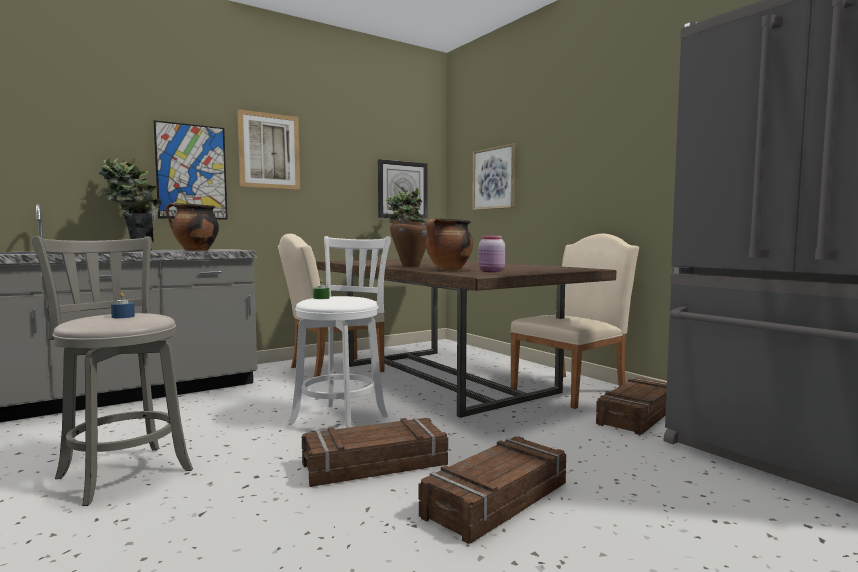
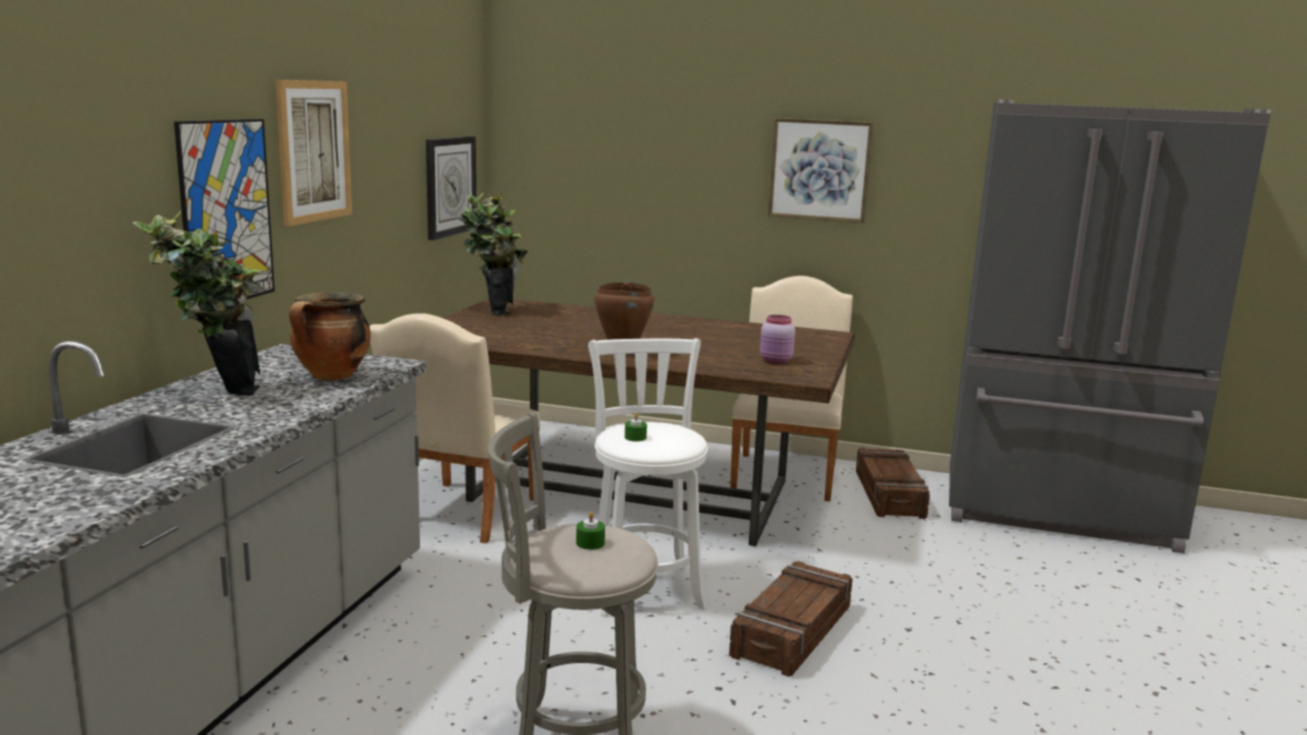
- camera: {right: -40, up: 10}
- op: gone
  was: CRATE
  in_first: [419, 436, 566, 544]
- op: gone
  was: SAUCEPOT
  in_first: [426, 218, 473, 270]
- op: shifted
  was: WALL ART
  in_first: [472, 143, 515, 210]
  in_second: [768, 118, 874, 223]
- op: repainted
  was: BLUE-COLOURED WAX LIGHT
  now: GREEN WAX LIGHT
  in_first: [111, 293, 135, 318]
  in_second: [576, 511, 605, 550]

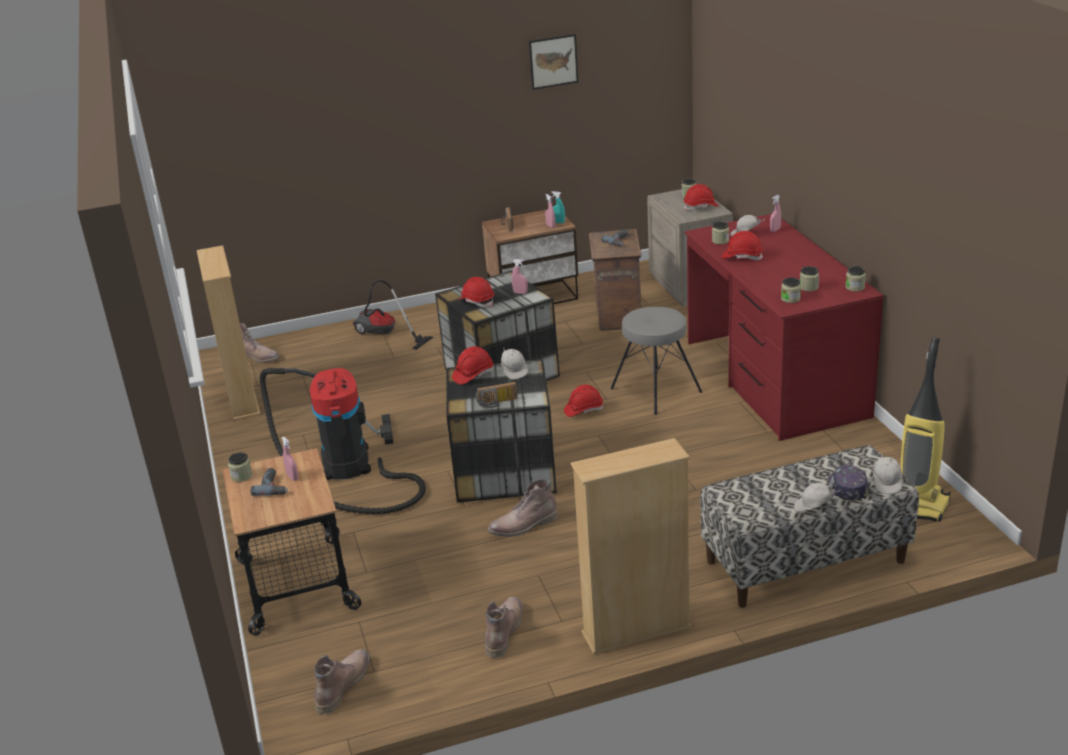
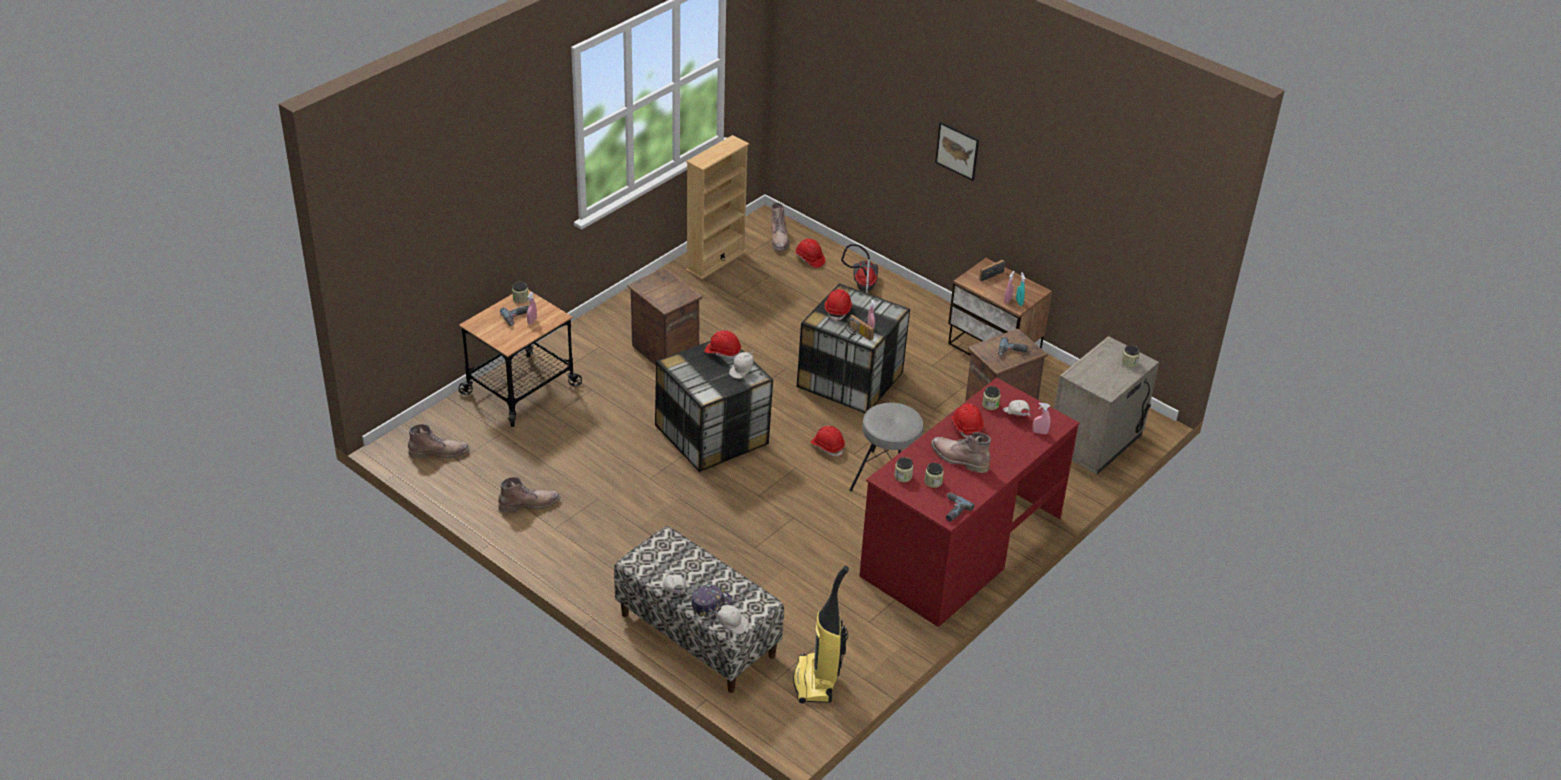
- camera: {right: 55, up: 10}
- op: gone
  was: BEIGE-COLOURED BOOKSHELF
  in_first: [570, 438, 691, 655]
- op: shifted
  was: RADIO
  in_first: [476, 382, 518, 408]
  in_second: [846, 314, 874, 341]
- op: shifted
  was: BROWN-COLOURED BOOT
  in_first: [488, 479, 558, 537]
  in_second: [931, 432, 991, 473]
- op: shifted
  was: WALL ART
  in_first: [529, 34, 578, 90]
  in_second: [935, 122, 979, 181]
- op: shifted
  was: REDDISH WORK HELMET
  in_first: [683, 184, 719, 211]
  in_second: [796, 239, 826, 268]
- op: swapped
  was: VACUUM CLEANER
  now: CRATE
  in_first: [260, 368, 426, 514]
  in_second: [627, 267, 703, 365]
- op: swapped
  was: PRESERVE JAR
  now: ELECTRIC DRILL
  in_first: [845, 266, 866, 292]
  in_second: [946, 493, 974, 522]
- op: rotated
  was: WHITISH CAP
  in_first: [873, 453, 903, 494]
  in_second: [711, 605, 748, 634]
  clockwise: -135

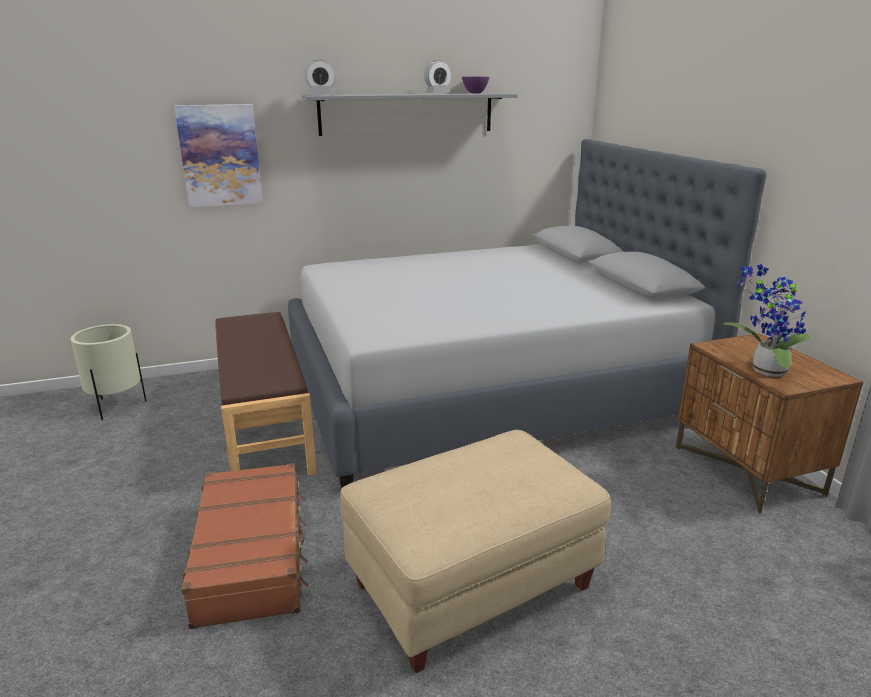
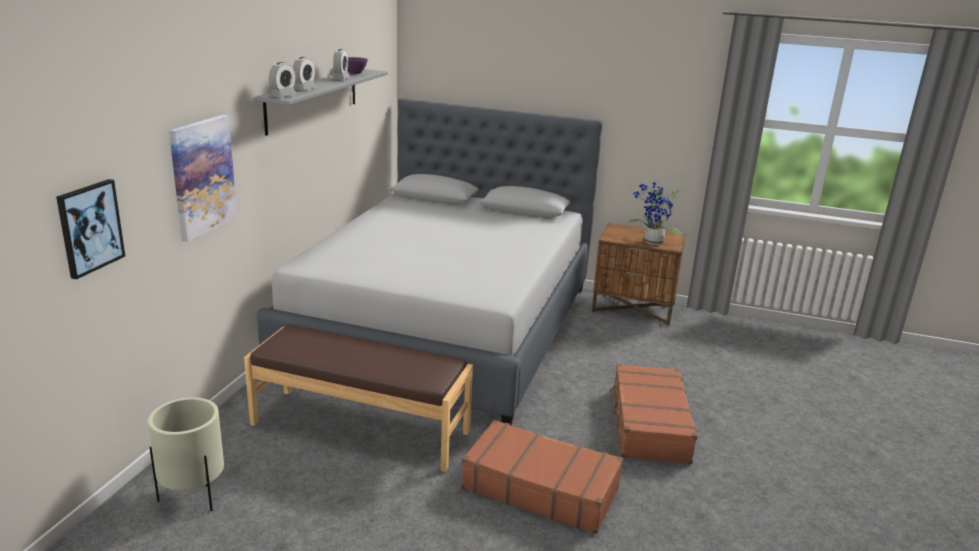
- camera: {right: -55, up: 0}
- op: new
  now: WALL ART
  in_second: [56, 179, 125, 279]
- op: new
  now: ALARM CLOCK
  in_second: [293, 57, 316, 90]
- op: swapped
  was: BEIGE-COLOURED FOOTREST
  now: BROWN-COLOURED PIECE OF LUGGAGE
  in_first: [340, 430, 611, 673]
  in_second: [609, 363, 698, 464]

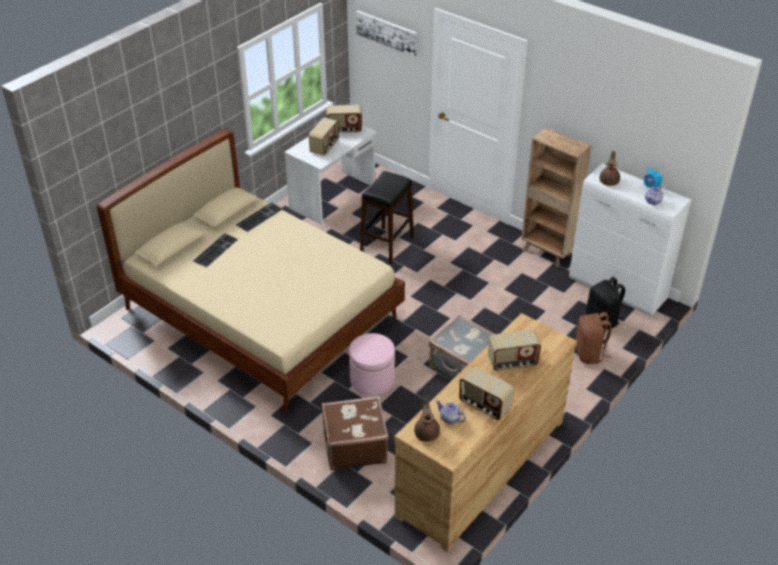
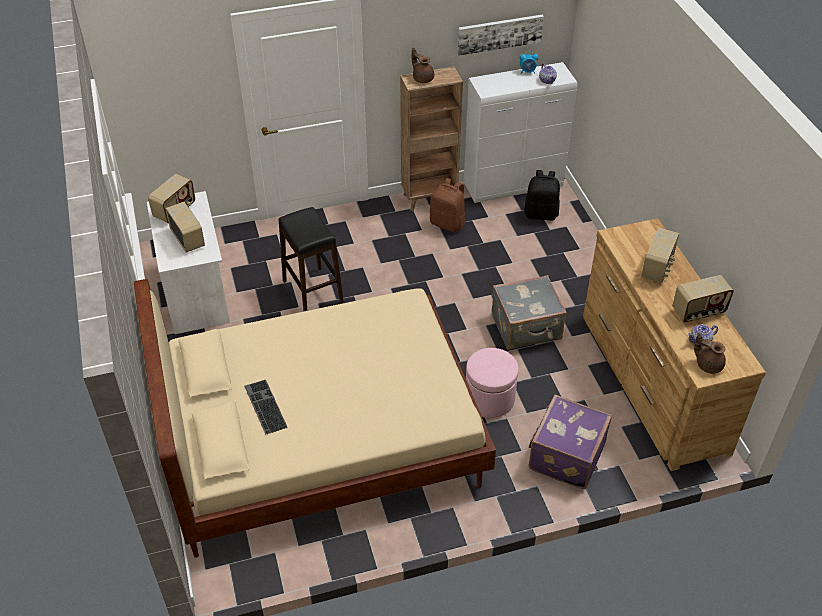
- camera: {right: -55, up: 5}
- op: gone
  was: KEYBOARD
  in_first: [236, 202, 283, 232]
- op: shifted
  was: WALL ART
  in_first: [356, 11, 417, 57]
  in_second: [458, 15, 544, 56]
- op: shifted
  was: BROWN-COLOURED BACKPACK
  in_first: [576, 312, 612, 364]
  in_second: [429, 178, 465, 232]
- op: shifted
  was: BROWN-COLOURED TEA POT
  in_first: [599, 151, 620, 186]
  in_second: [412, 47, 434, 83]
- op: repainted
  was: BROWN-COLOURED PIECE OF LUGGAGE
  now: PURPLISH PIECE OF LUGGAGE
  in_first: [321, 396, 388, 470]
  in_second: [529, 395, 612, 489]

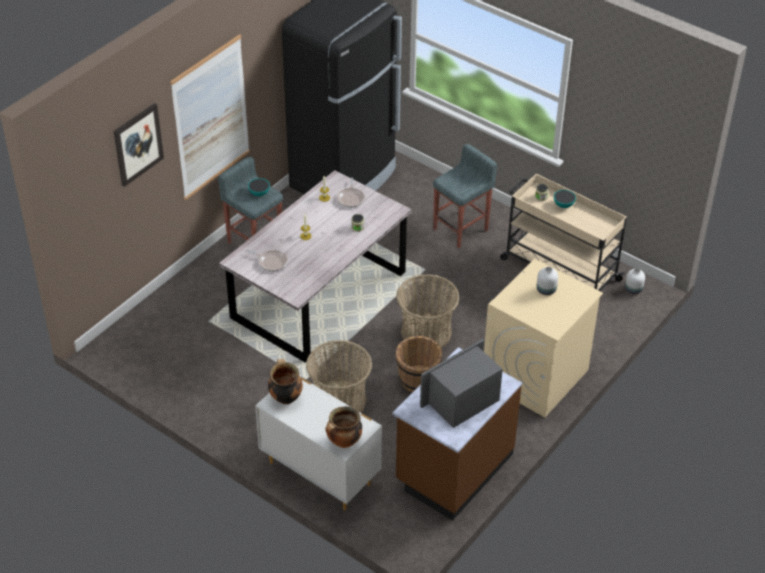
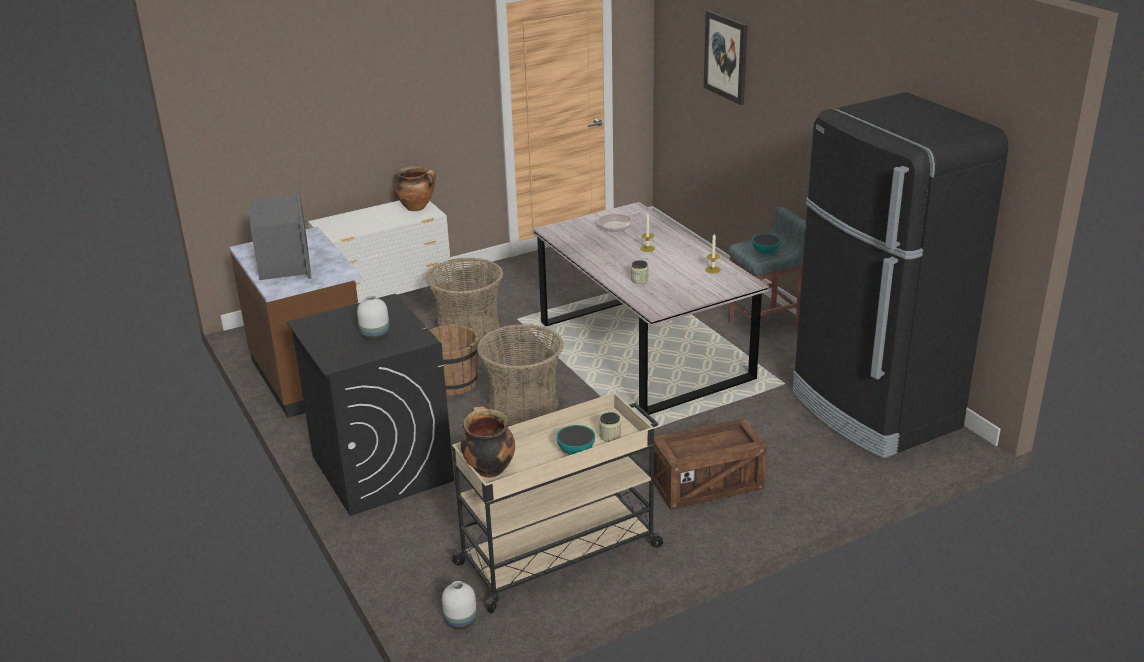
- camera: {right: 115, up: -15}
- op: gone
  was: WALL ART
  in_first: [170, 34, 250, 200]
- op: gone
  was: PAN
  in_first: [337, 178, 365, 208]
- op: shifted
  was: SAUCEPOT
  in_first: [325, 406, 362, 448]
  in_second: [461, 406, 515, 478]
- op: swapped
  was: GREY STOOL SEAT
  now: CRATE
  in_first: [433, 144, 497, 248]
  in_second: [654, 418, 767, 510]
- op: repainted
  was: BEIGE-COLOURED WASHING MACHINE
  now: BLACK-COLOURED WASHING MACHINE
  in_first: [484, 259, 603, 417]
  in_second: [287, 294, 454, 516]

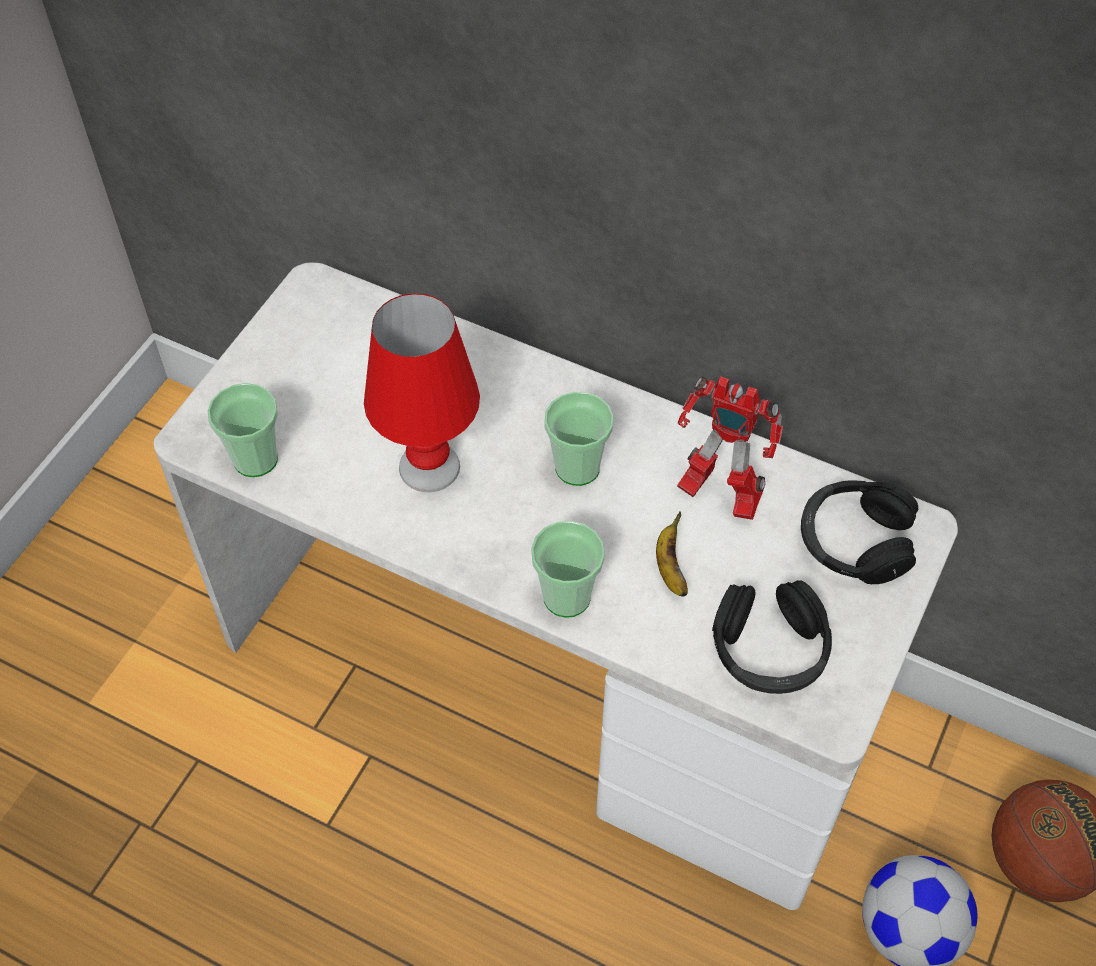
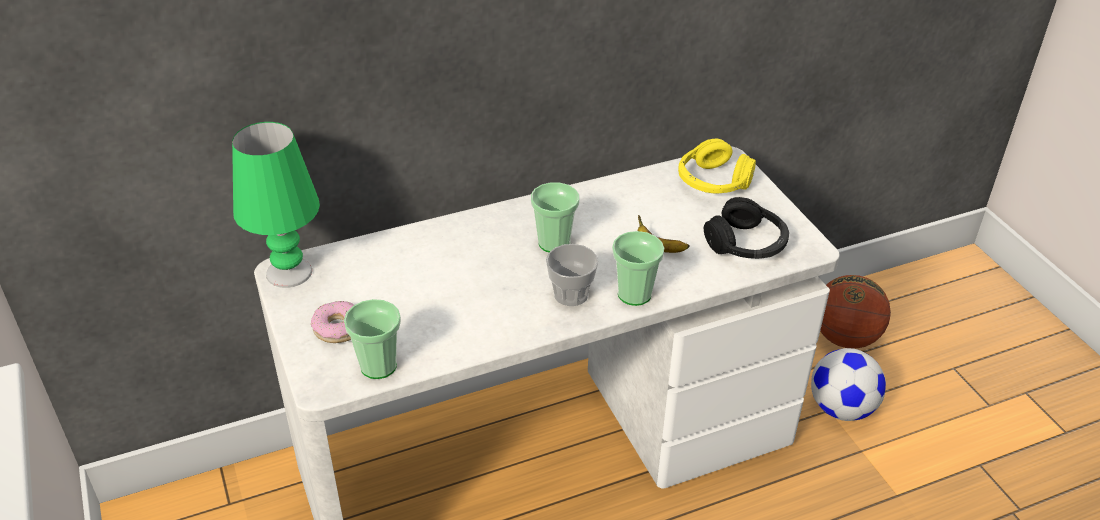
- camera: {right: -50, up: -15}
- op: gone
  was: REDDISH LAMP FOR A TABLE
  in_first: [364, 293, 480, 492]
- op: gone
  was: MODEL ROBOT
  in_first: [677, 376, 783, 520]
- op: new
  now: GREEN LAMP FOR A TABLE
  in_second: [232, 122, 320, 288]
- op: new
  now: DOUGHNUT
  in_second: [311, 301, 354, 343]
- op: new
  now: CUP
  in_second: [546, 244, 598, 306]
- op: repainted
  was: BLACK-COLOURED HEADPHONES
  now: YELLOW HEADPHONES
  in_first: [801, 480, 918, 584]
  in_second: [678, 139, 756, 193]

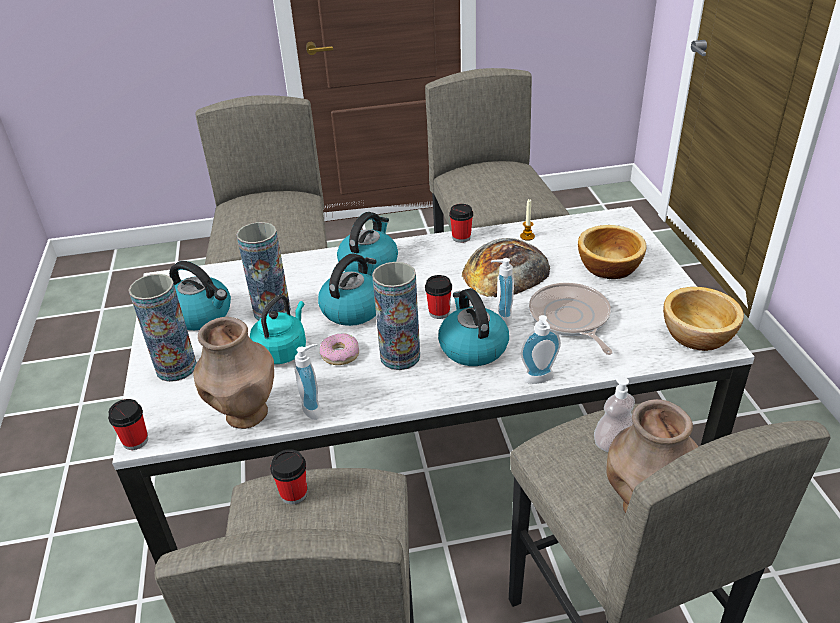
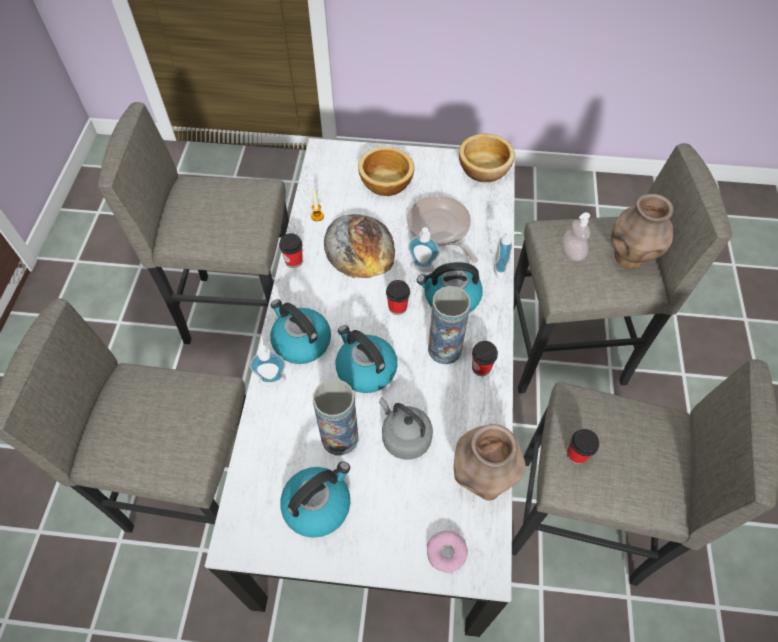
- camera: {right: -75, up: 20}
- op: gone
  was: FLOWER VASE
  in_first: [128, 274, 197, 382]
- op: shifted
  was: CUP
  in_first: [108, 399, 148, 450]
  in_second: [472, 341, 498, 376]
- op: shifted
  was: SOAP DISPENSER
  in_first: [294, 344, 321, 420]
  in_second: [249, 336, 286, 386]
- op: shifted
  was: DOUGHNUT
  in_first: [320, 333, 359, 365]
  in_second: [427, 531, 468, 573]
- op: repainted
  was: TURQUOISE-COLOURED TEA KETTLE
  now: GREY TEA KETTLE
  in_first: [250, 295, 306, 364]
  in_second: [379, 397, 433, 460]
- op: rotated
  was: PAN
  in_first: [529, 283, 613, 355]
  in_second: [407, 195, 478, 263]
  clockwise: 60

